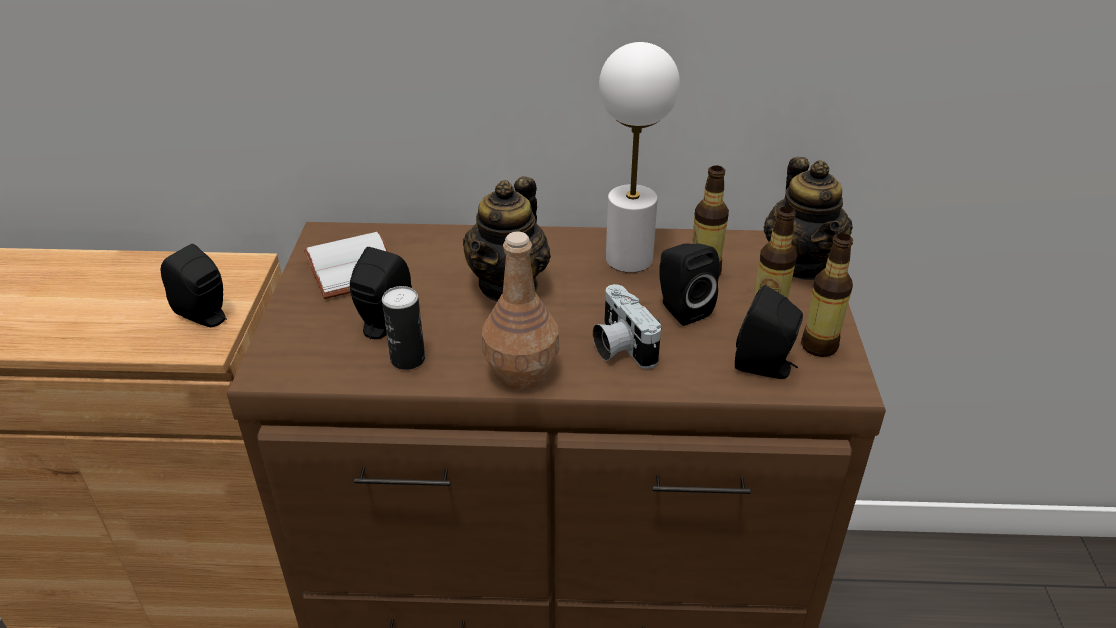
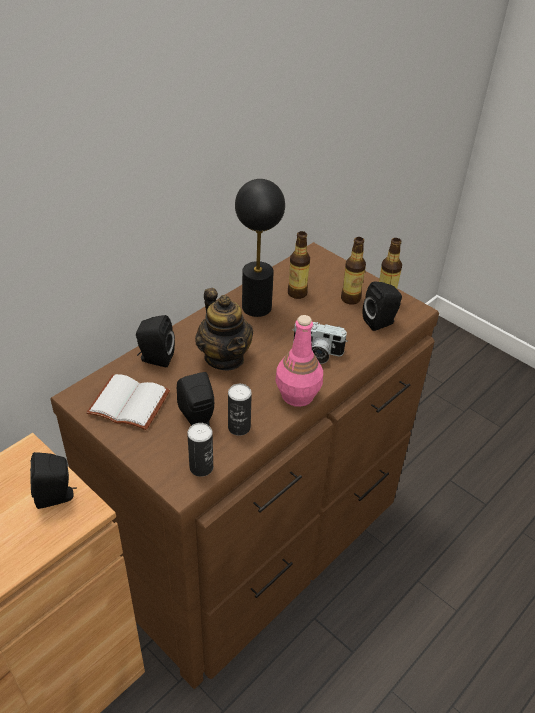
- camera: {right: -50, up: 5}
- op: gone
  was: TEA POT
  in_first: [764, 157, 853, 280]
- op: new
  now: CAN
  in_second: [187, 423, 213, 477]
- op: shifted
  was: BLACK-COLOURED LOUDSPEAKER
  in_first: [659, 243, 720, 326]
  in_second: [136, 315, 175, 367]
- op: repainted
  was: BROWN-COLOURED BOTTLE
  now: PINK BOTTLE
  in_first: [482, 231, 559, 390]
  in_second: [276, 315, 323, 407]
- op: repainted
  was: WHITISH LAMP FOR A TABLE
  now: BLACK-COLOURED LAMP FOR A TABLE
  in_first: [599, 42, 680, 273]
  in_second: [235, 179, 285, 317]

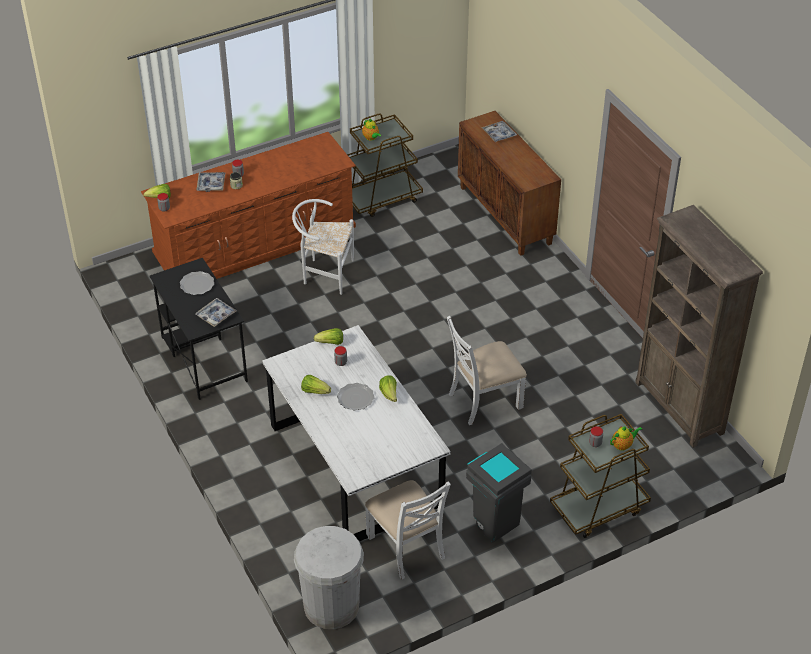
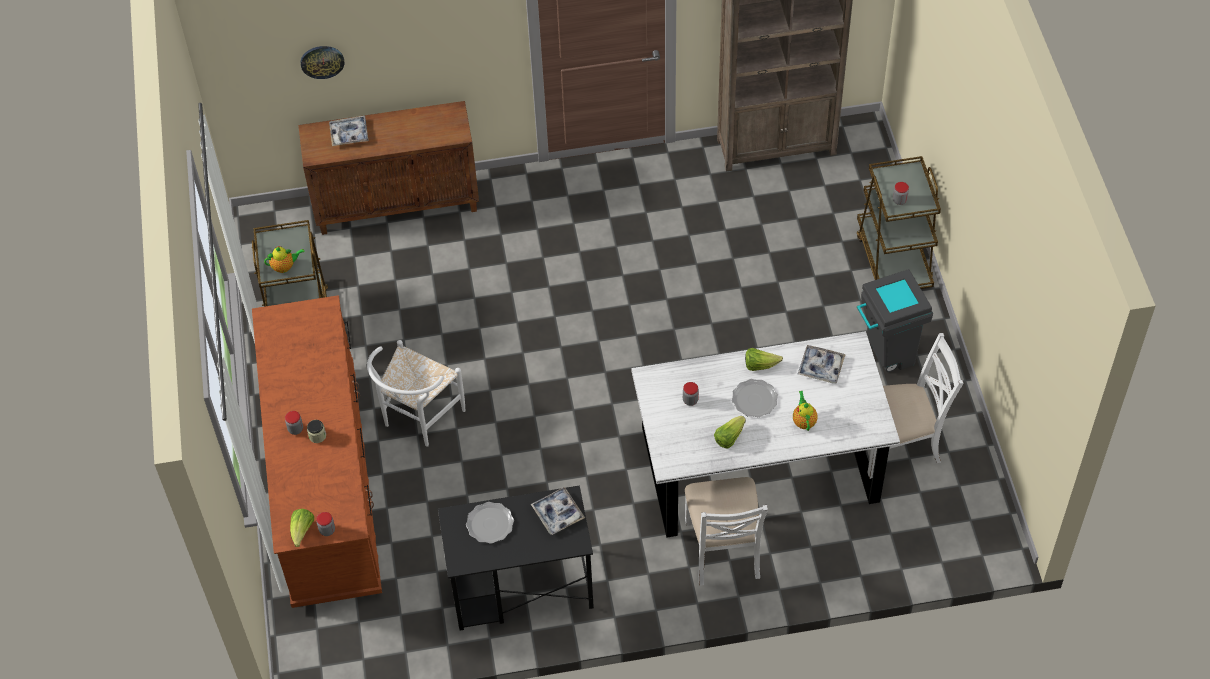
- camera: {right: -70, up: 10}
- op: gone
  was: WHITISH RUBBISH BIN
  in_first: [294, 526, 364, 629]
- op: gone
  was: HEAD OF LETTUCE
  in_first: [314, 328, 343, 345]
- op: new
  now: HANGING CLOCK
  in_second: [301, 46, 344, 79]
- op: shifted
  was: CARRYING TRAY
  in_first: [196, 172, 225, 192]
  in_second: [798, 345, 846, 384]
- op: shifted
  was: WHITISH PLAIN CHAIR
  in_first: [446, 316, 527, 425]
  in_second: [685, 477, 768, 586]
- op: shifted
  was: TEA POT
  in_first: [610, 426, 642, 451]
  in_second: [793, 391, 818, 431]

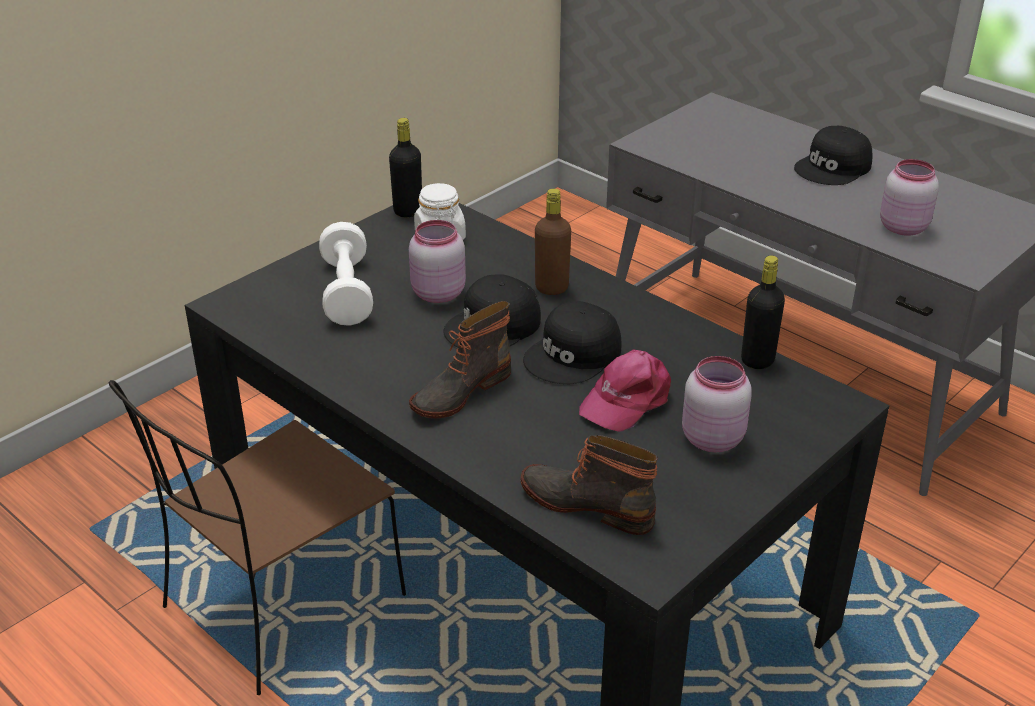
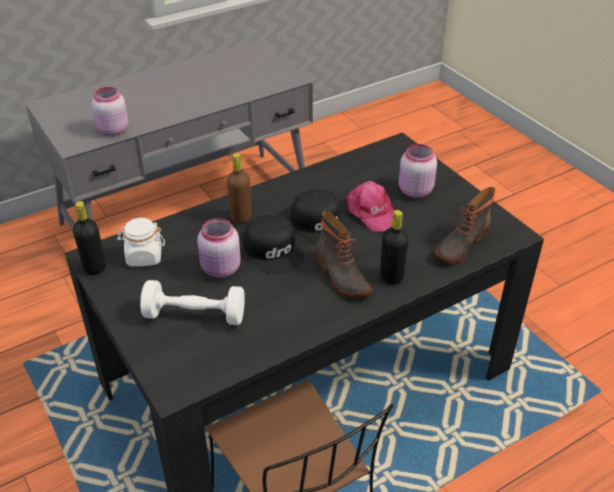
- camera: {right: -75, up: 5}
- op: gone
  was: BLACK-COLOURED CAP
  in_first: [794, 126, 873, 185]
- op: shifted
  was: BLACK-COLOURED BOTTLE
  in_first: [741, 256, 785, 369]
  in_second: [380, 210, 409, 284]
- op: shifted
  was: PINK PRESERVE JAR
  in_first: [880, 159, 939, 236]
  in_second: [92, 87, 128, 136]

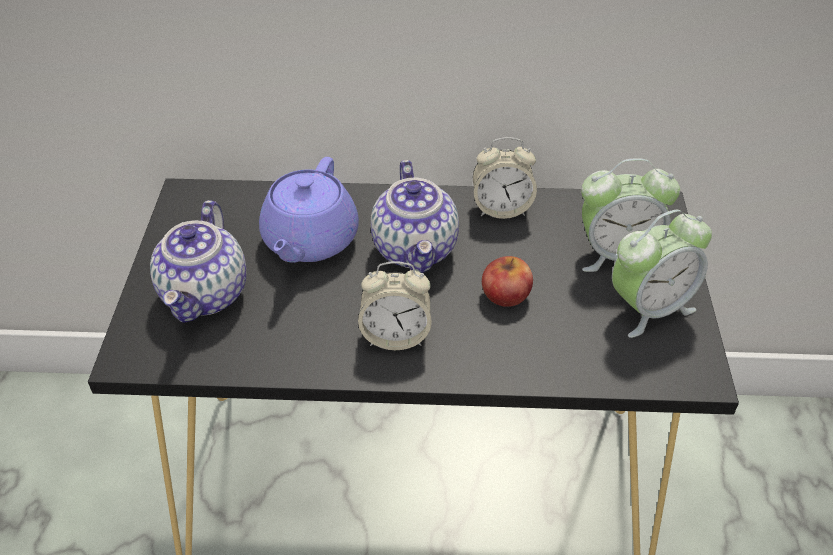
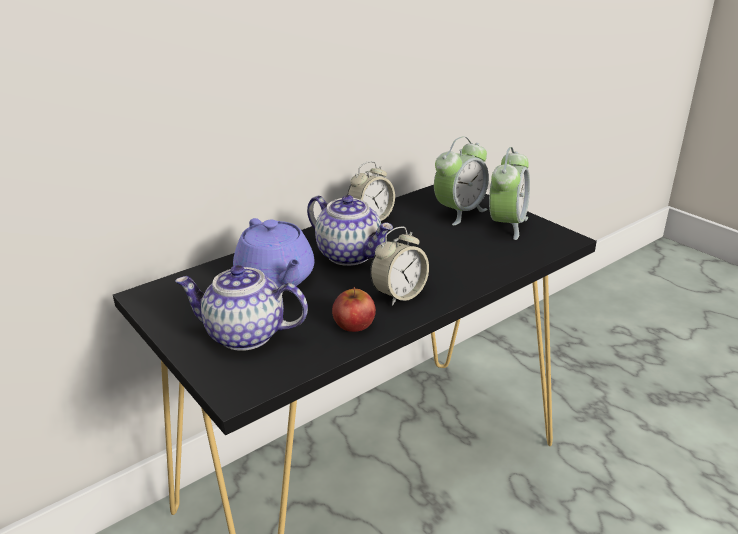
- camera: {right: -40, up: -15}
- op: shifted
  was: WHOLE APPLE
  in_first: [482, 256, 533, 307]
  in_second: [332, 287, 376, 332]
- op: rotated
  was: TEA POT
  in_first: [150, 200, 247, 323]
  in_second: [175, 265, 308, 351]
  clockwise: 135

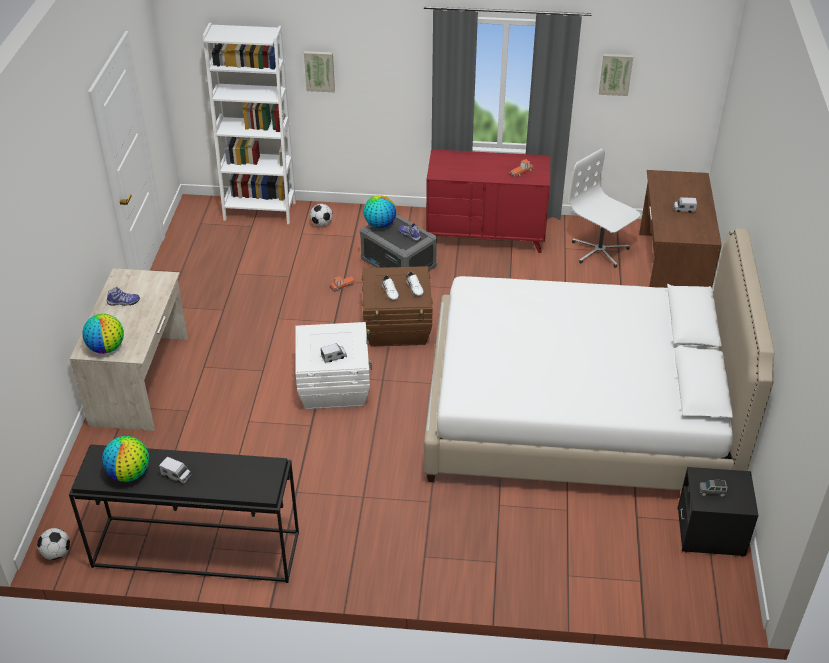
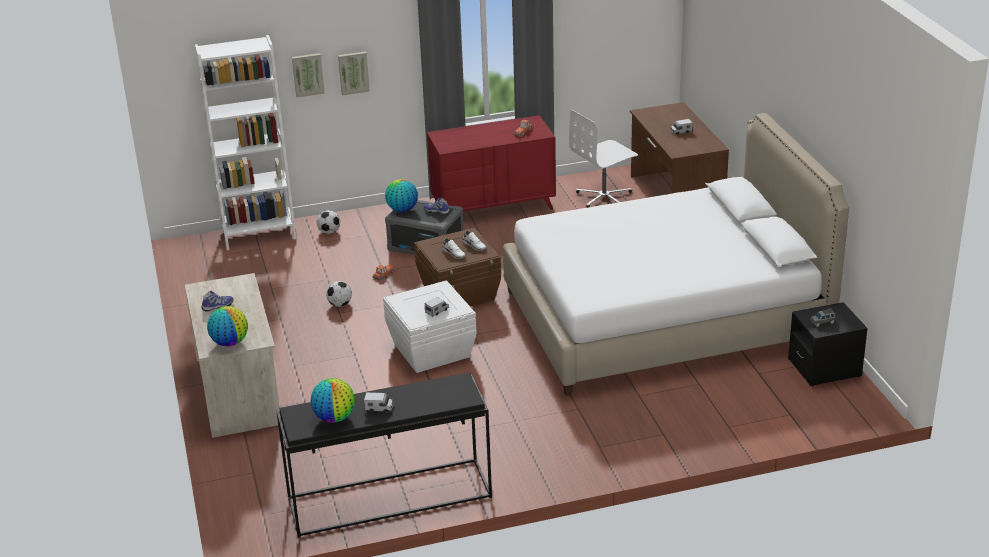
- camera: {right: -20, up: -10}
- op: shifted
  was: FOOTBALL
  in_first: [37, 528, 70, 560]
  in_second: [326, 281, 352, 307]
- op: shifted
  was: WALL ART
  in_first: [599, 54, 633, 96]
  in_second: [338, 52, 370, 95]
- op: rotated
  was: WHITISH DESK CHAIR
  in_first: [569, 149, 640, 268]
  in_second: [569, 110, 638, 208]
  clockwise: -60

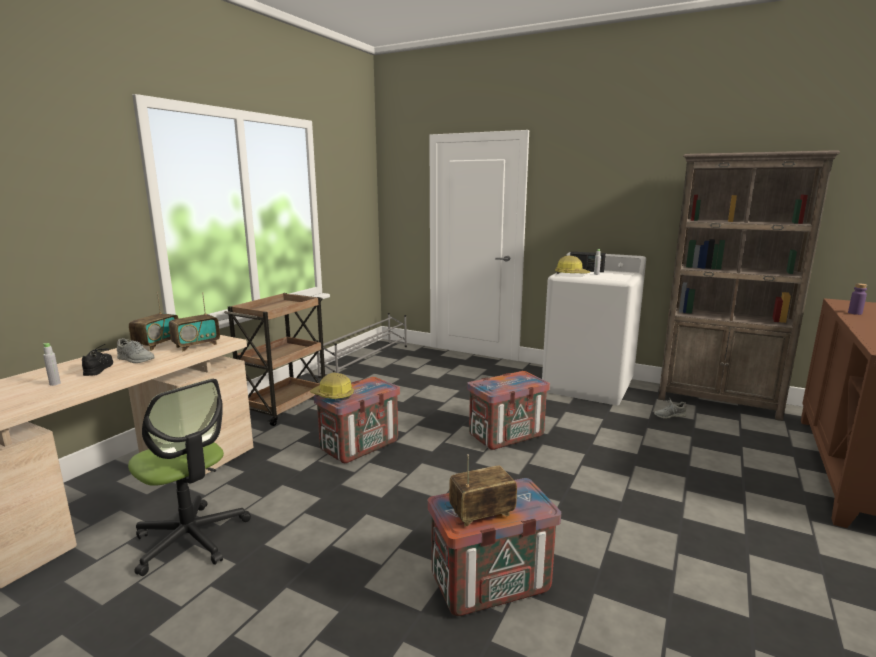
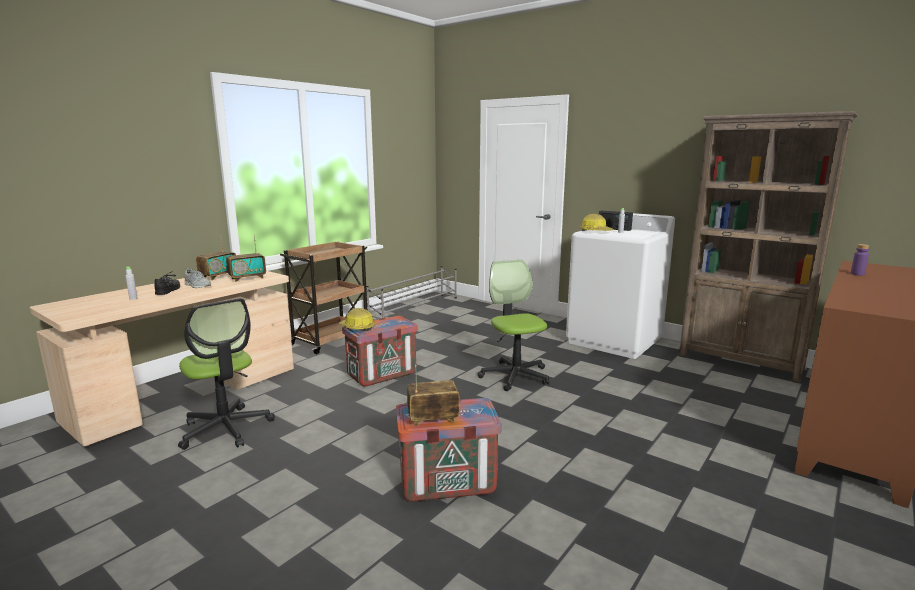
- camera: {right: 10, up: 0}
- op: gone
  was: GREY LOW SHOE
  in_first: [654, 398, 686, 419]
- op: swapped
  was: CRATE
  now: DESK CHAIR
  in_first: [467, 371, 550, 450]
  in_second: [478, 260, 549, 391]

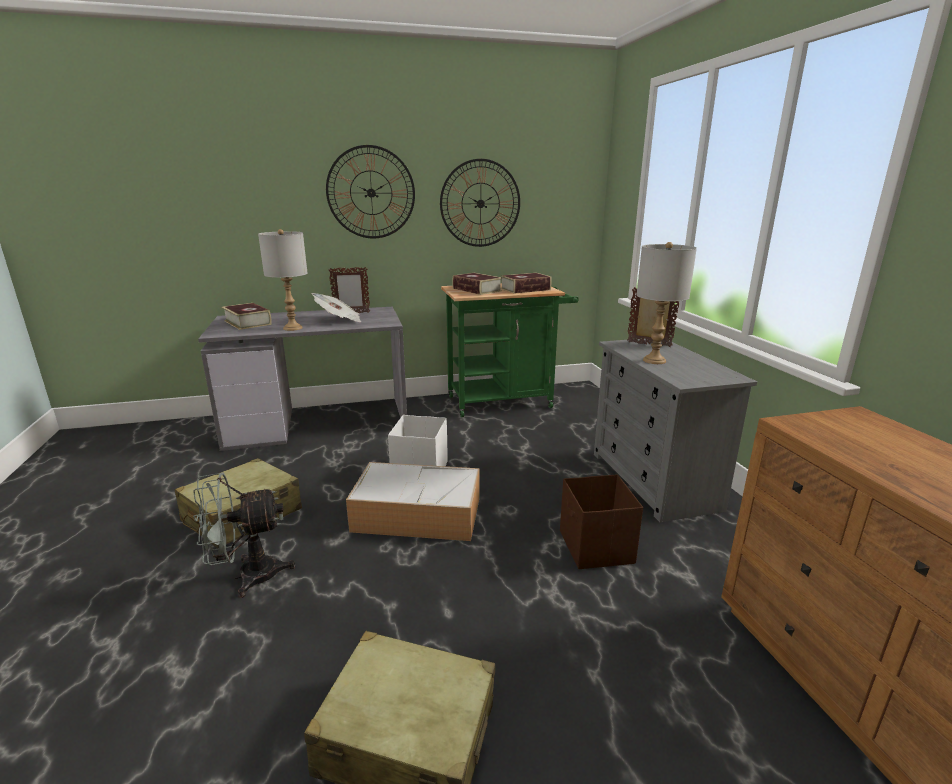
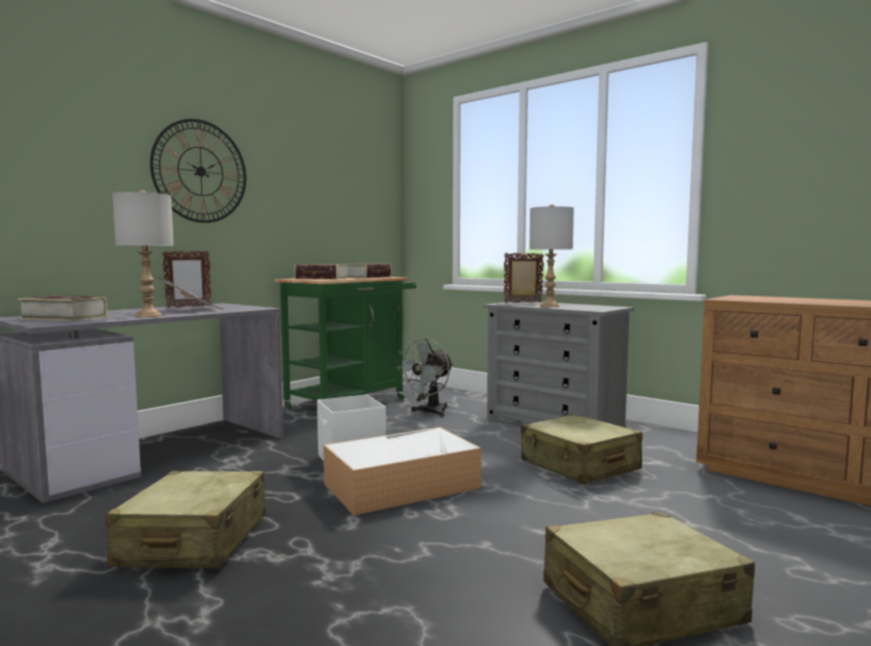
- camera: {right: -35, up: -15}
- op: gone
  was: HANGING CLOCK
  in_first: [440, 159, 520, 247]
- op: shifted
  was: GREY FAN
  in_first: [193, 472, 296, 598]
  in_second: [396, 339, 453, 417]
- op: swapped
  was: BROWN-COLOURED STORAGE BOX
  now: BEIGE-COLOURED PIECE OF LUGGAGE
  in_first: [560, 474, 643, 569]
  in_second: [521, 414, 642, 484]

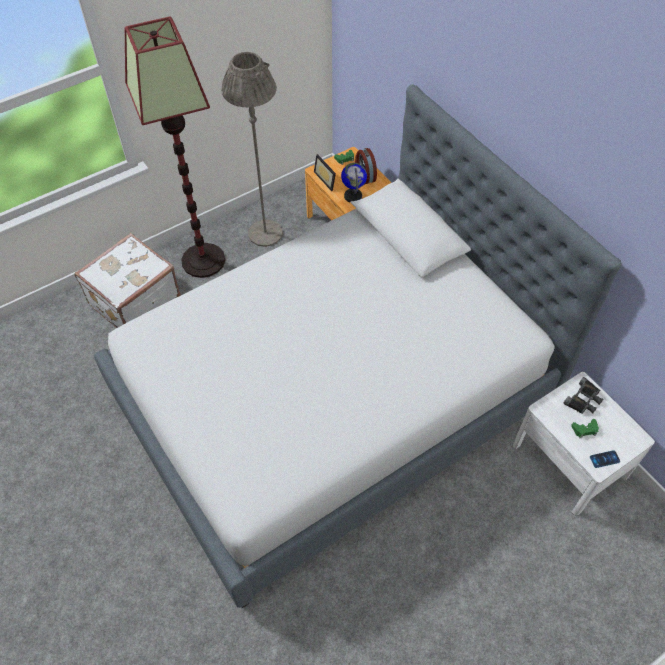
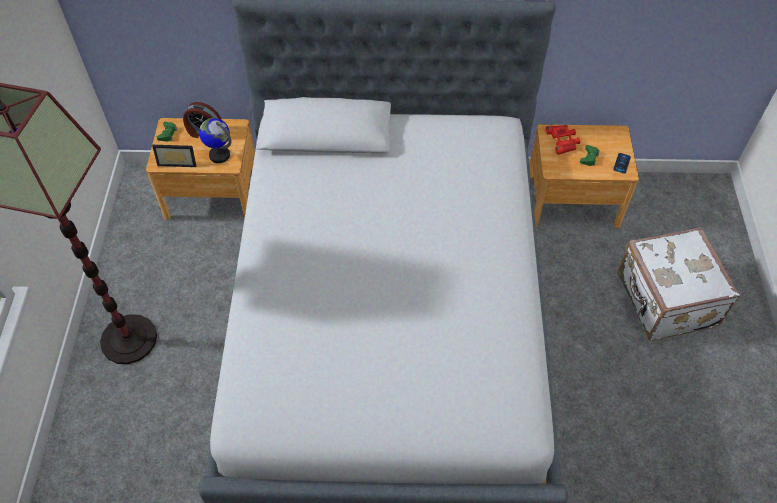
- camera: {right: -55, up: 0}
- op: gone
  was: GREY STANDARD LAMP
  in_first: [221, 52, 283, 247]
- op: shifted
  was: WHITISH PIECE OF LUGGAGE
  in_first: [74, 233, 181, 328]
  in_second: [617, 227, 740, 341]
- op: repainted
  was: WHITISH BEDSIDE TABLE
  now: BROWN-COLOURED BEDSIDE TABLE
  in_first: [513, 372, 655, 516]
  in_second: [529, 124, 639, 229]
- op: repainted
  was: BLACK-COLOURED BINOCULARS
  now: REDDISH BINOCULARS
  in_first: [564, 377, 603, 414]
  in_second: [546, 125, 580, 155]

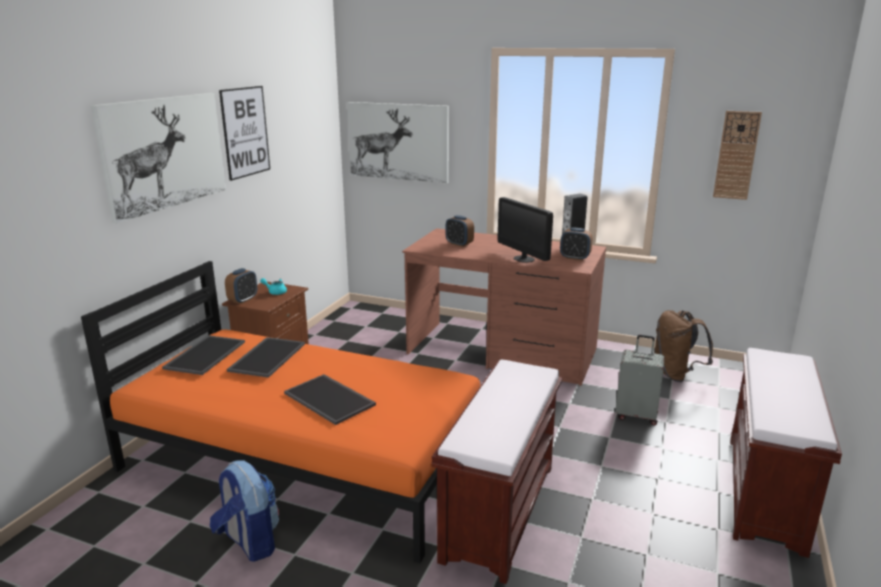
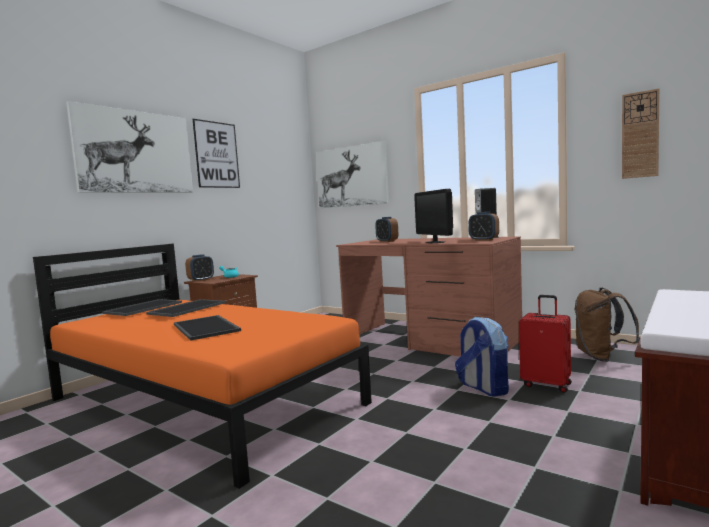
- camera: {right: 15, up: -15}
- op: gone
  was: BROWN-COLOURED BENCH
  in_first: [431, 360, 562, 584]
- op: shifted
  was: BACKPACK
  in_first: [210, 460, 279, 562]
  in_second: [455, 317, 509, 397]
- op: repainted
  was: GREY PIECE OF LUGGAGE
  now: REDDISH PIECE OF LUGGAGE
  in_first: [615, 335, 665, 426]
  in_second: [519, 295, 572, 393]

